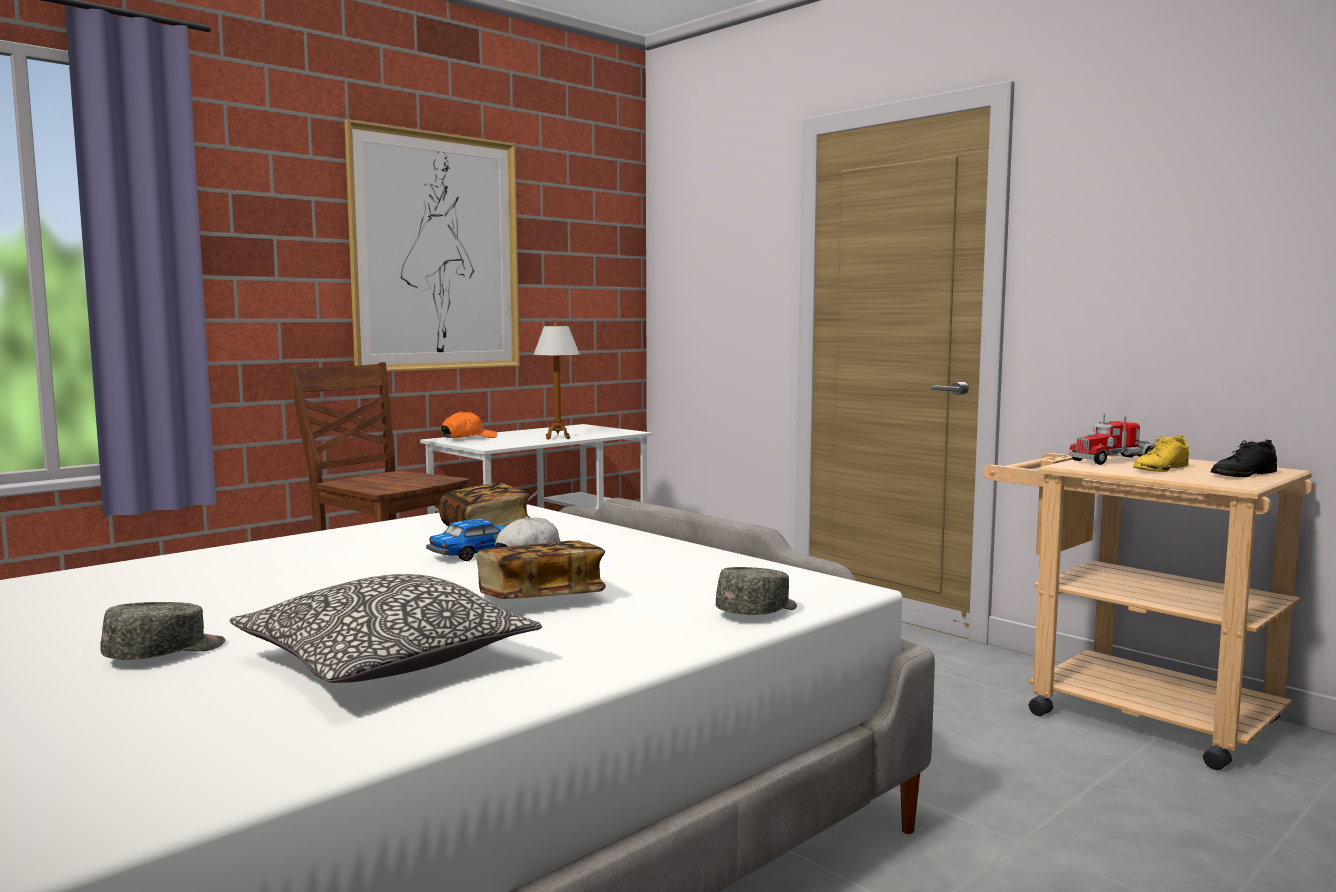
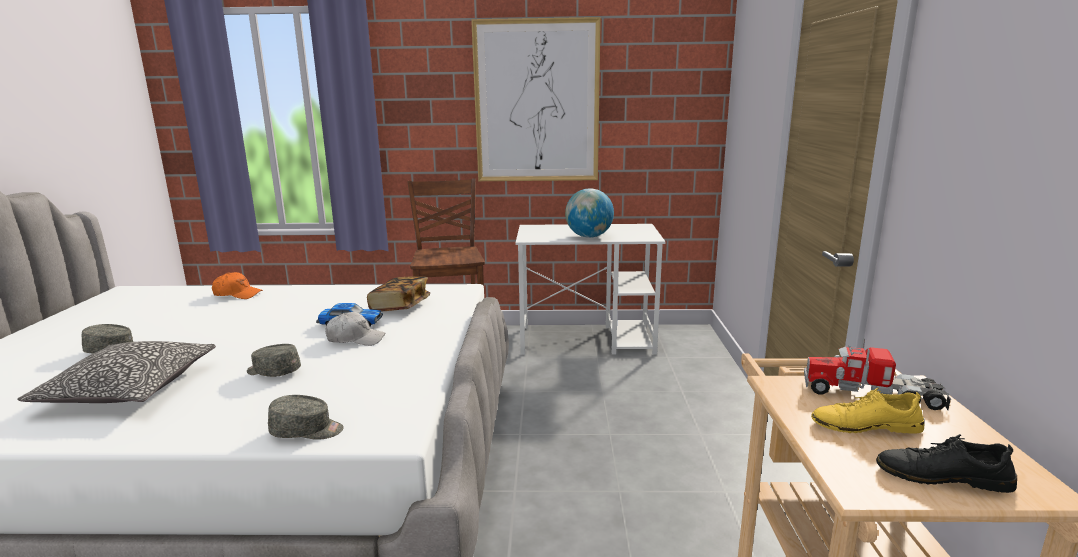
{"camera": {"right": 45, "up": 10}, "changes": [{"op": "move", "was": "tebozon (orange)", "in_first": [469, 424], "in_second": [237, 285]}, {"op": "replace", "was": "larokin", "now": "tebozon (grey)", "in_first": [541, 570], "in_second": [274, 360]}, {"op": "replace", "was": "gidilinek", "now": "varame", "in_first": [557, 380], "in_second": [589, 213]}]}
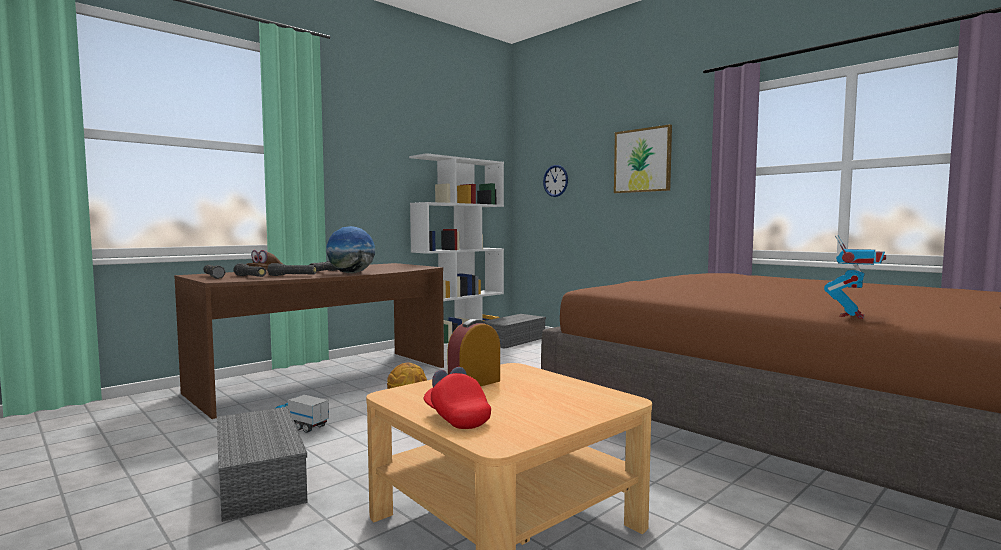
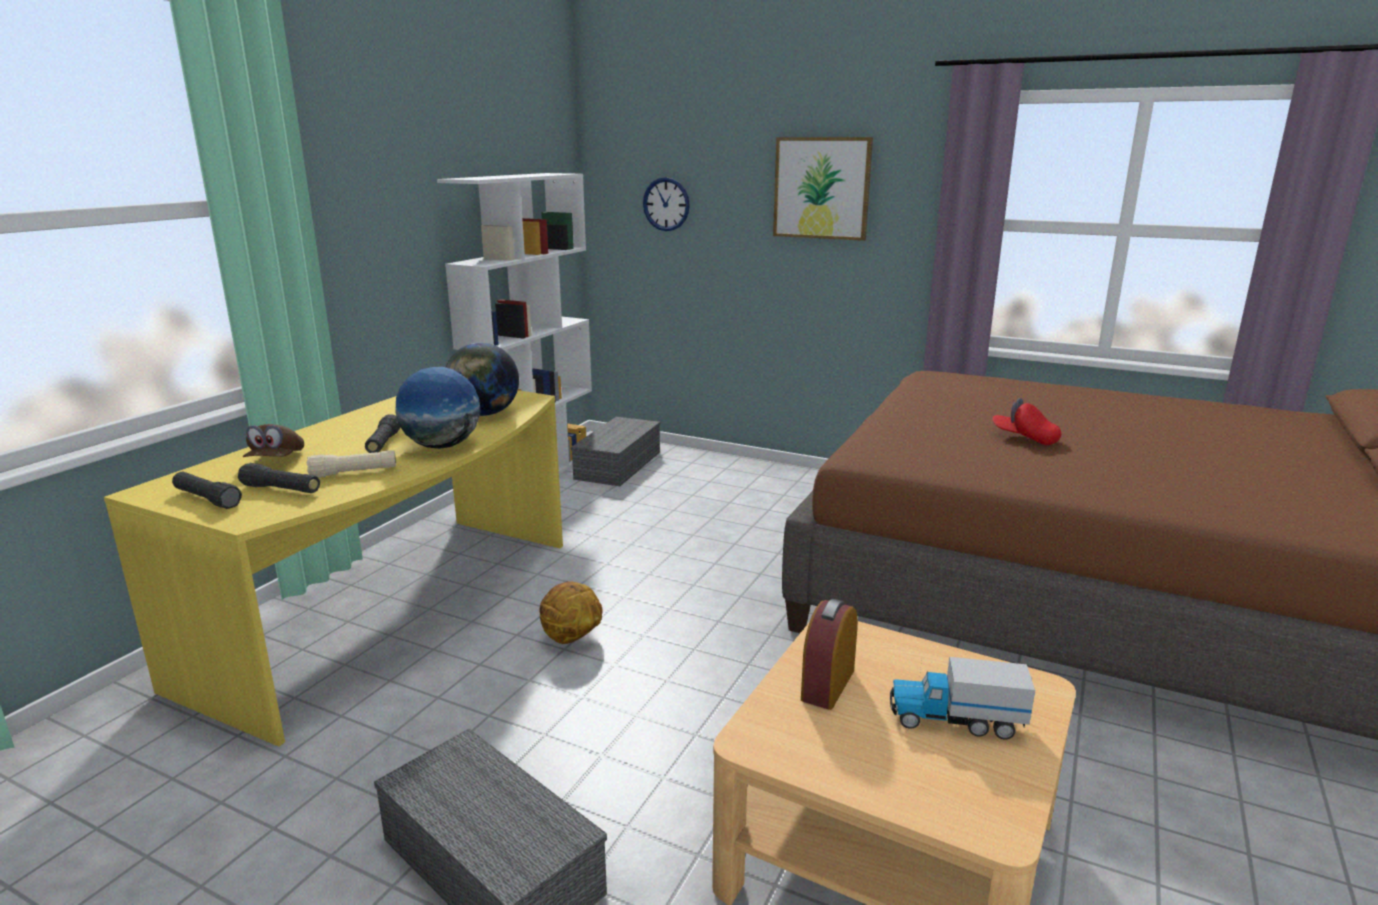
{"camera": {"right": -20, "up": 15}, "changes": [{"op": "recolor", "was": "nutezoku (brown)", "now": "nutezoku (yellow)", "in_first": [309, 341], "in_second": [333, 568]}, {"op": "recolor", "was": "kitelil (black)", "now": "kitelil (beige)", "in_first": [292, 269], "in_second": [351, 464]}, {"op": "insert", "now": "varame", "in_second": [482, 379]}, {"op": "move", "was": "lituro", "in_first": [302, 414], "in_second": [962, 698]}, {"op": "move", "was": "tebozon (red)", "in_first": [457, 398], "in_second": [1026, 421]}, {"op": "delete", "was": "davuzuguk", "in_first": [855, 277]}]}
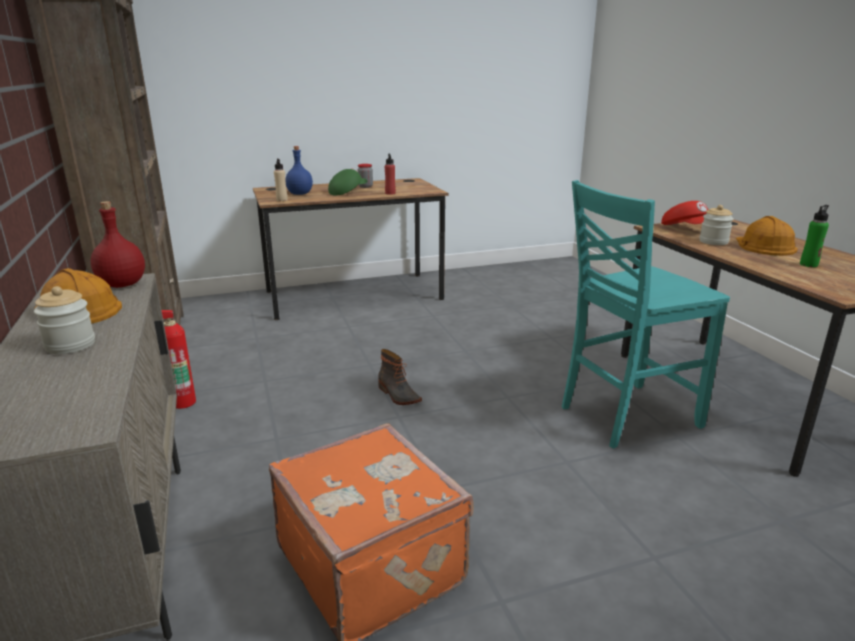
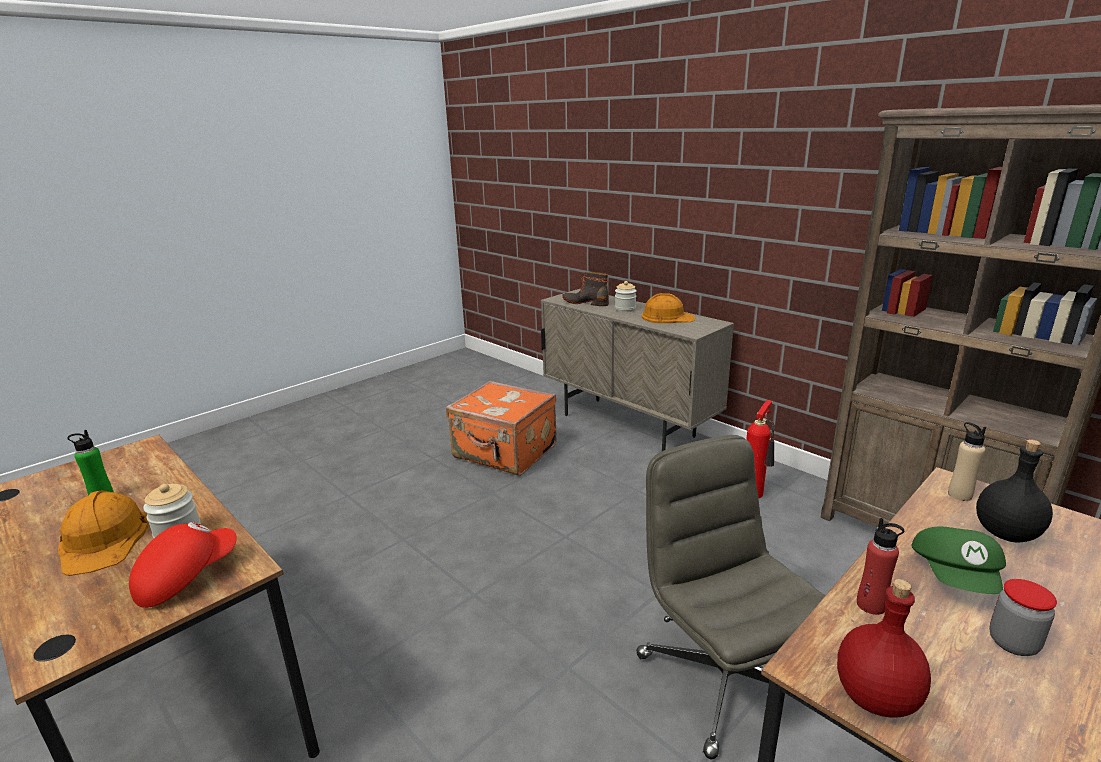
{"camera": {"right": 155, "up": 0}, "changes": [{"op": "rotate", "was": "tebozon (red)", "in_first": [684, 213], "in_second": [183, 565], "clockwise": 90}, {"op": "move", "was": "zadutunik", "in_first": [400, 377], "in_second": [585, 289]}, {"op": "insert", "now": "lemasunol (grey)", "in_second": [730, 597]}, {"op": "move", "was": "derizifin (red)", "in_first": [118, 244], "in_second": [884, 648]}, {"op": "recolor", "was": "derizifin (blue)", "now": "derizifin (black)", "in_first": [299, 170], "in_second": [1014, 490]}, {"op": "delete", "was": "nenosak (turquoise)", "in_first": [646, 314]}]}
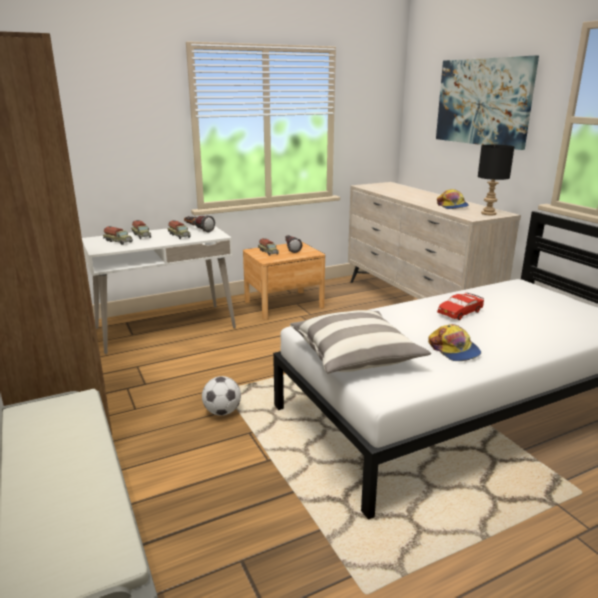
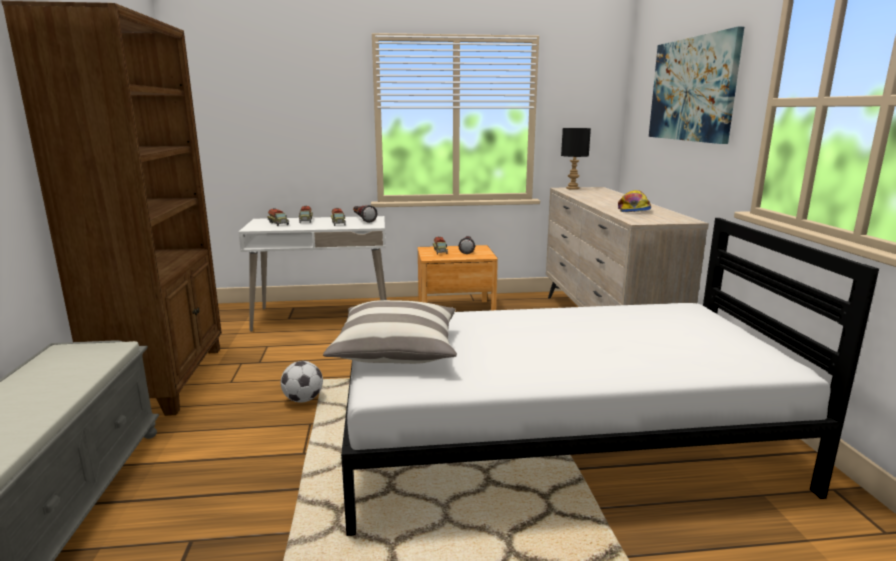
{"camera": {"right": 20, "up": -5}, "changes": [{"op": "move", "was": "gidilinek (black)", "in_first": [496, 179], "in_second": [576, 159]}, {"op": "delete", "was": "tebozon", "in_first": [454, 342]}, {"op": "delete", "was": "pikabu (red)", "in_first": [460, 306]}]}
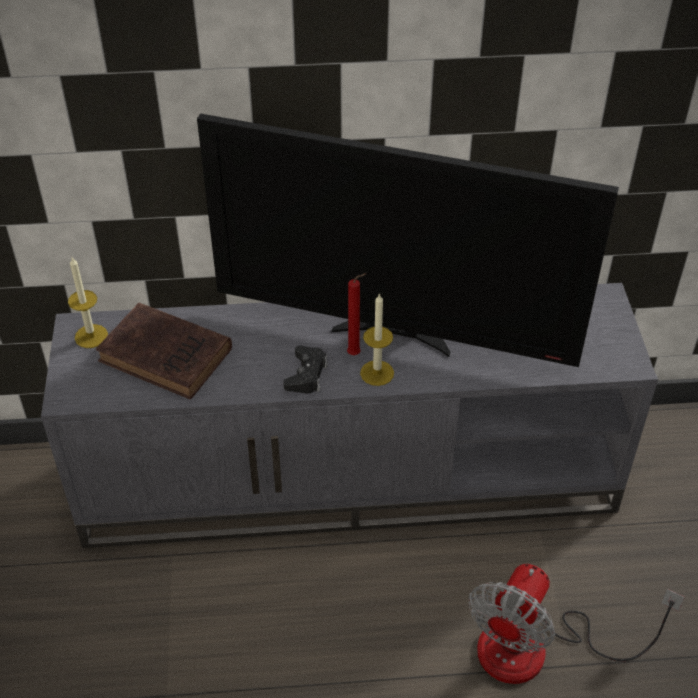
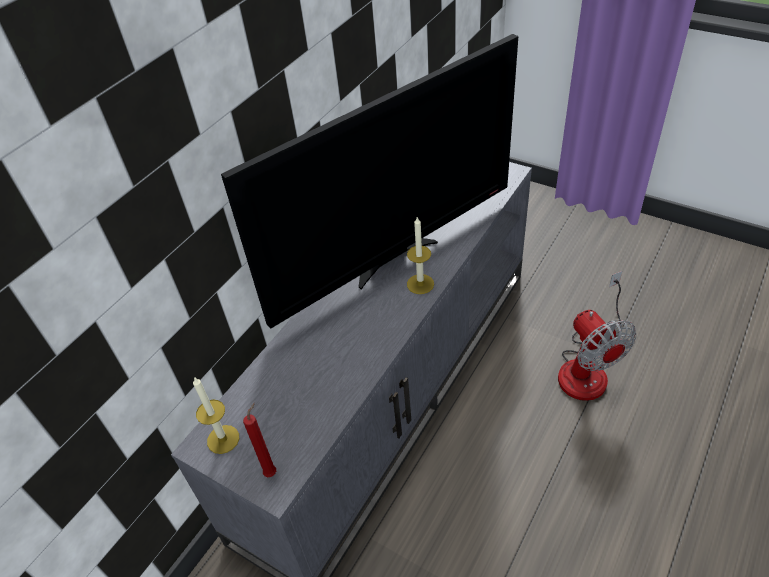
{"camera": {"right": -50, "up": 0}, "changes": [{"op": "move", "was": "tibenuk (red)", "in_first": [356, 314], "in_second": [259, 440]}, {"op": "delete", "was": "larokin (brown)", "in_first": [164, 351]}, {"op": "delete", "was": "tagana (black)", "in_first": [305, 369]}]}
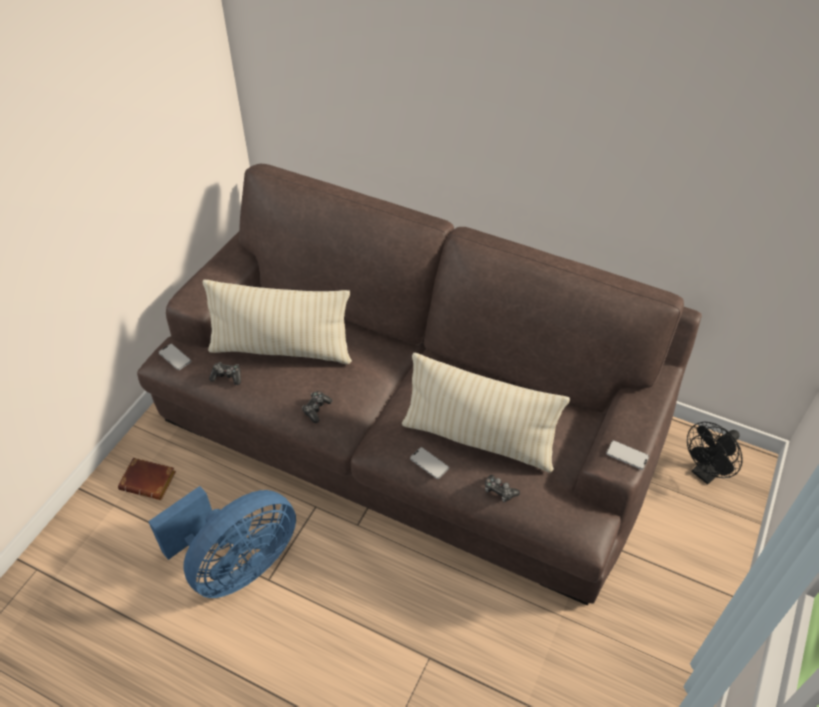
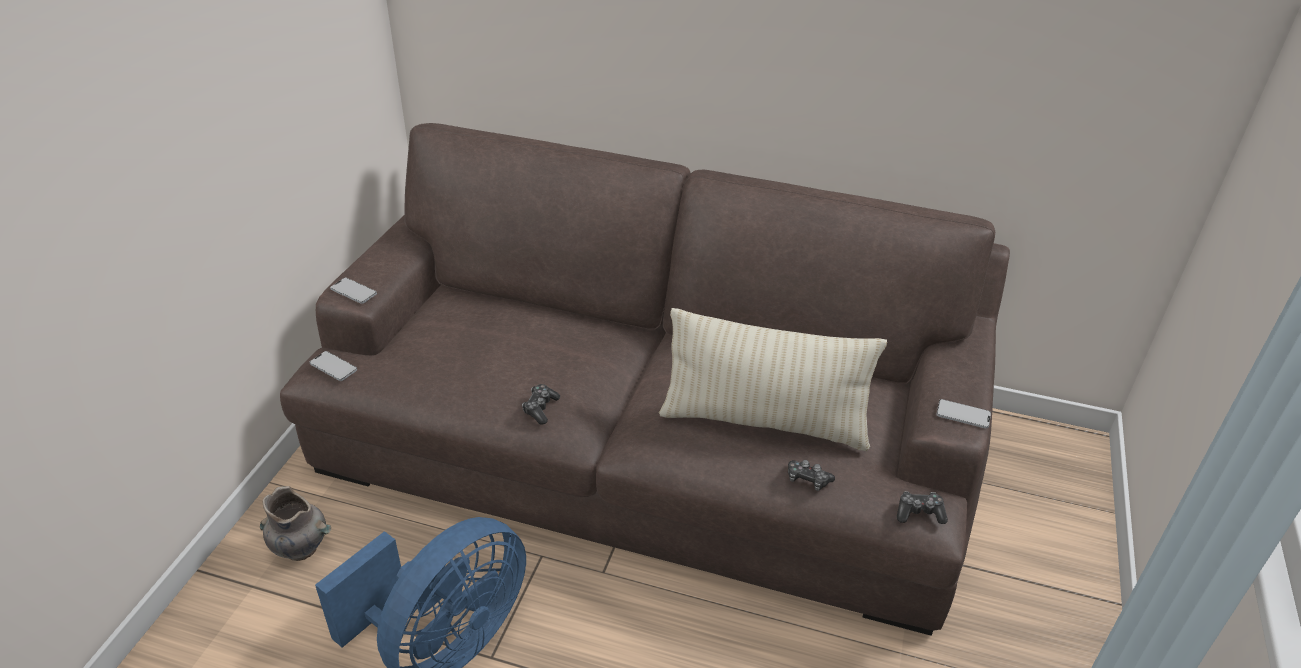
{"camera": {"right": -10, "up": -10}, "changes": [{"op": "replace", "was": "larokin (brown)", "now": "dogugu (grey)", "in_first": [147, 479], "in_second": [295, 523]}, {"op": "move", "was": "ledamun", "in_first": [429, 463], "in_second": [353, 291]}, {"op": "move", "was": "tagana", "in_first": [225, 373], "in_second": [922, 507]}, {"op": "delete", "was": "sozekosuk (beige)", "in_first": [277, 322]}, {"op": "delete", "was": "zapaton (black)", "in_first": [715, 453]}]}
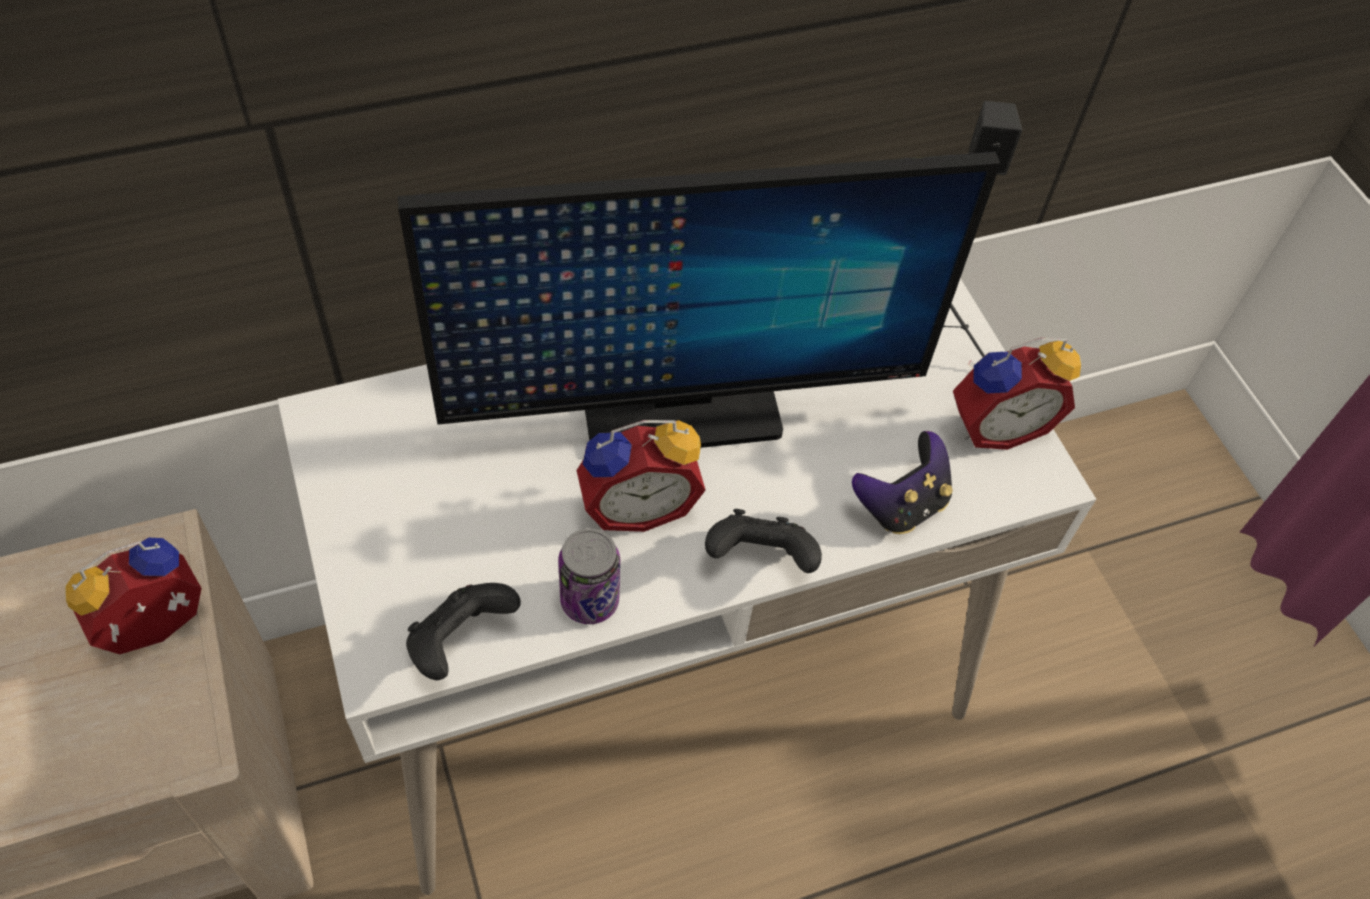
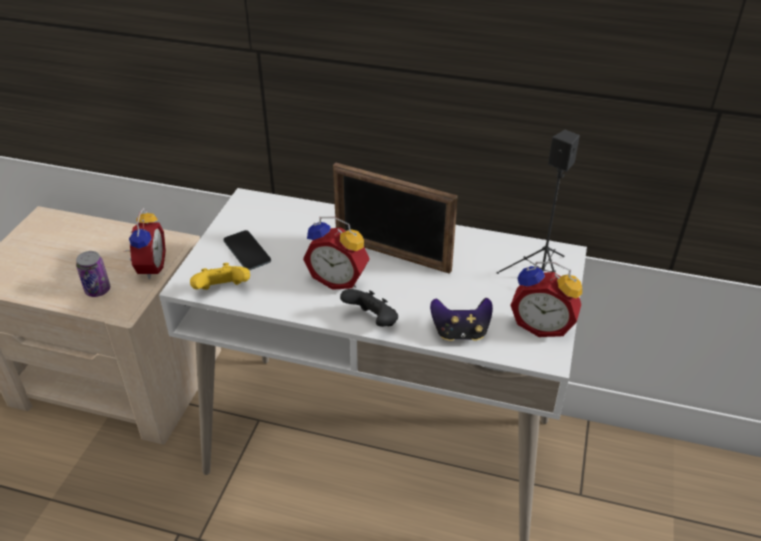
{"camera": {"right": 40, "up": -15}, "changes": [{"op": "move", "was": "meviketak", "in_first": [589, 576], "in_second": [93, 274]}, {"op": "rotate", "was": "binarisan", "in_first": [133, 596], "in_second": [145, 243], "clockwise": 90}, {"op": "recolor", "was": "tagana (black)", "now": "tagana (yellow)", "in_first": [463, 631], "in_second": [220, 276]}, {"op": "insert", "now": "ledamun", "in_second": [247, 250]}, {"op": "replace", "was": "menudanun", "now": "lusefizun", "in_first": [699, 300], "in_second": [395, 218]}]}
